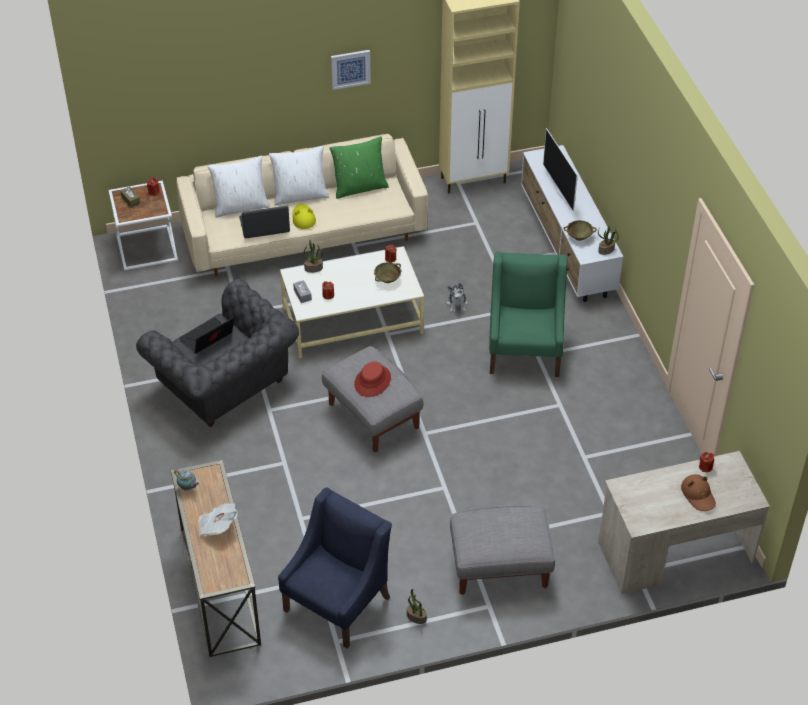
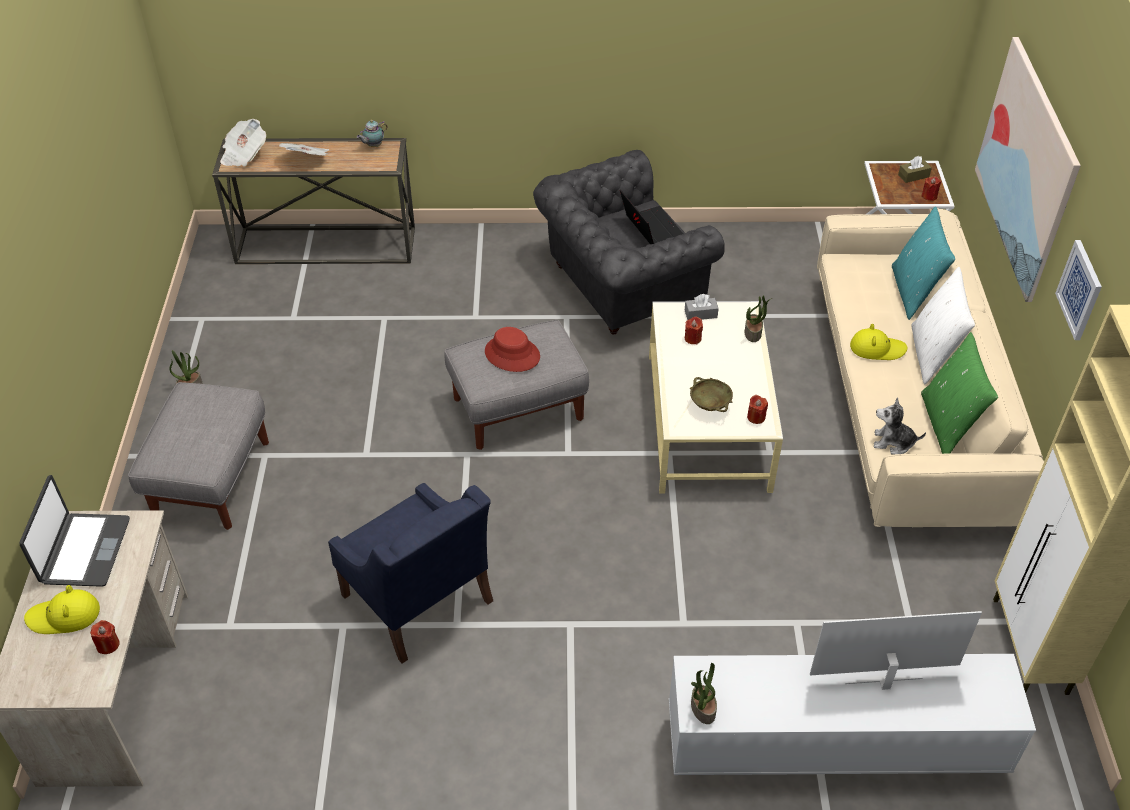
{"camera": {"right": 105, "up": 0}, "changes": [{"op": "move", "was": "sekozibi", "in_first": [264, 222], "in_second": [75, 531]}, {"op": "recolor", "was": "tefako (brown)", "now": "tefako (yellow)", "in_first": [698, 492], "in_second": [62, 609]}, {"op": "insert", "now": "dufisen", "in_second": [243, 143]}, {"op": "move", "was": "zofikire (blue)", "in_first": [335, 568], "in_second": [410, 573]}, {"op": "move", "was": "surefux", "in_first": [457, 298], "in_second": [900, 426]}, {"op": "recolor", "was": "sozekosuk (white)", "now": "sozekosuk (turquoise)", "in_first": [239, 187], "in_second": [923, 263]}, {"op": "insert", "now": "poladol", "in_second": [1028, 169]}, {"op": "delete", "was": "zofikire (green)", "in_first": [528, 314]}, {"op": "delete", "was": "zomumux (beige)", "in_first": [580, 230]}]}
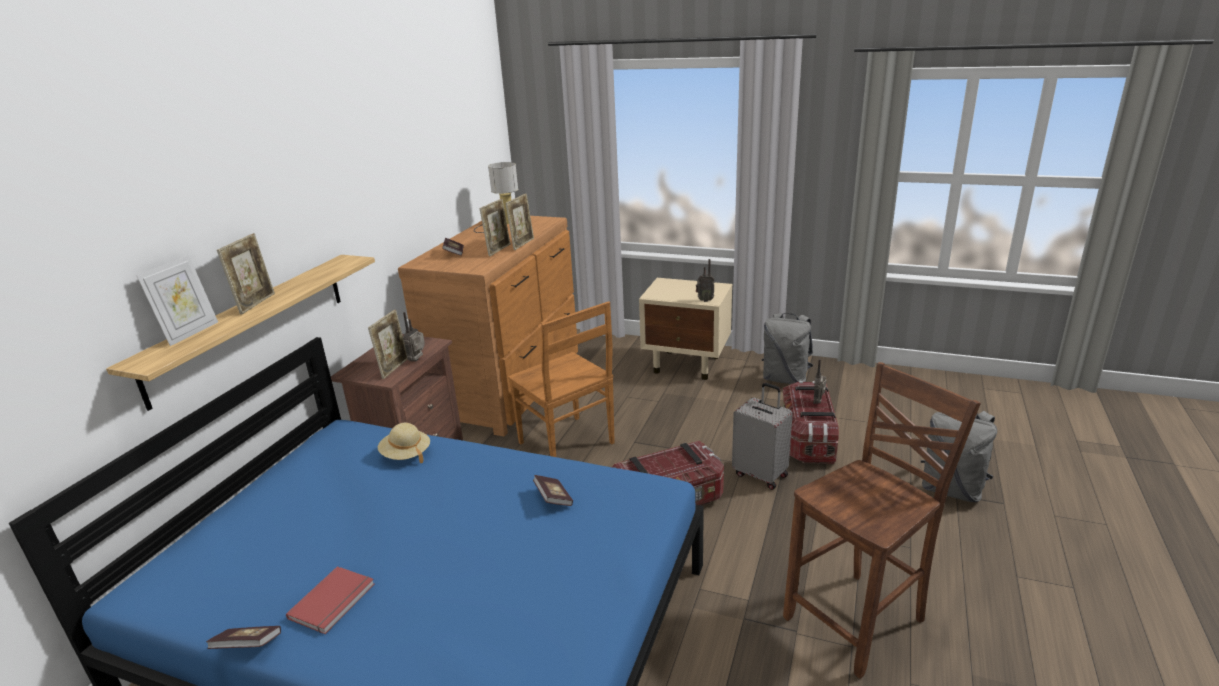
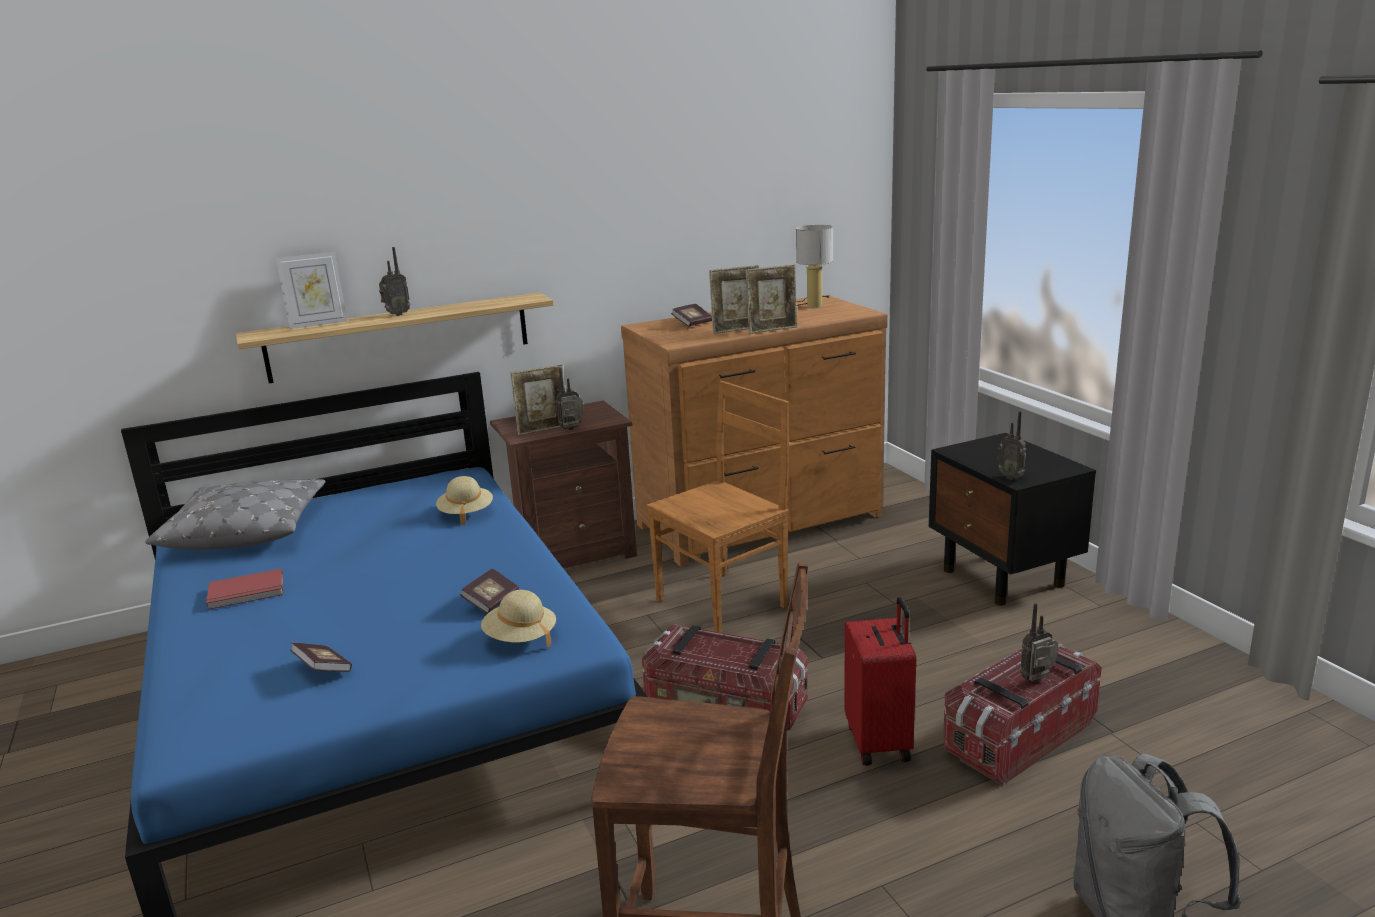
{"camera": {"right": 45, "up": -5}, "changes": [{"op": "insert", "now": "sozekosuk (grey)", "in_second": [235, 514]}, {"op": "move", "was": "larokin", "in_first": [243, 637], "in_second": [321, 657]}, {"op": "replace", "was": "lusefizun", "now": "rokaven", "in_first": [246, 273], "in_second": [394, 281]}, {"op": "insert", "now": "tefako (beige)", "in_second": [518, 618]}, {"op": "rotate", "was": "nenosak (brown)", "in_first": [561, 379], "in_second": [717, 507], "clockwise": -135}, {"op": "recolor", "was": "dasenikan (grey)", "now": "dasenikan (red)", "in_first": [762, 436], "in_second": [880, 681]}, {"op": "recolor", "was": "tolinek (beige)", "now": "tolinek (black)", "in_first": [685, 329], "in_second": [1012, 519]}, {"op": "delete", "was": "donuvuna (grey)", "in_first": [787, 348]}]}
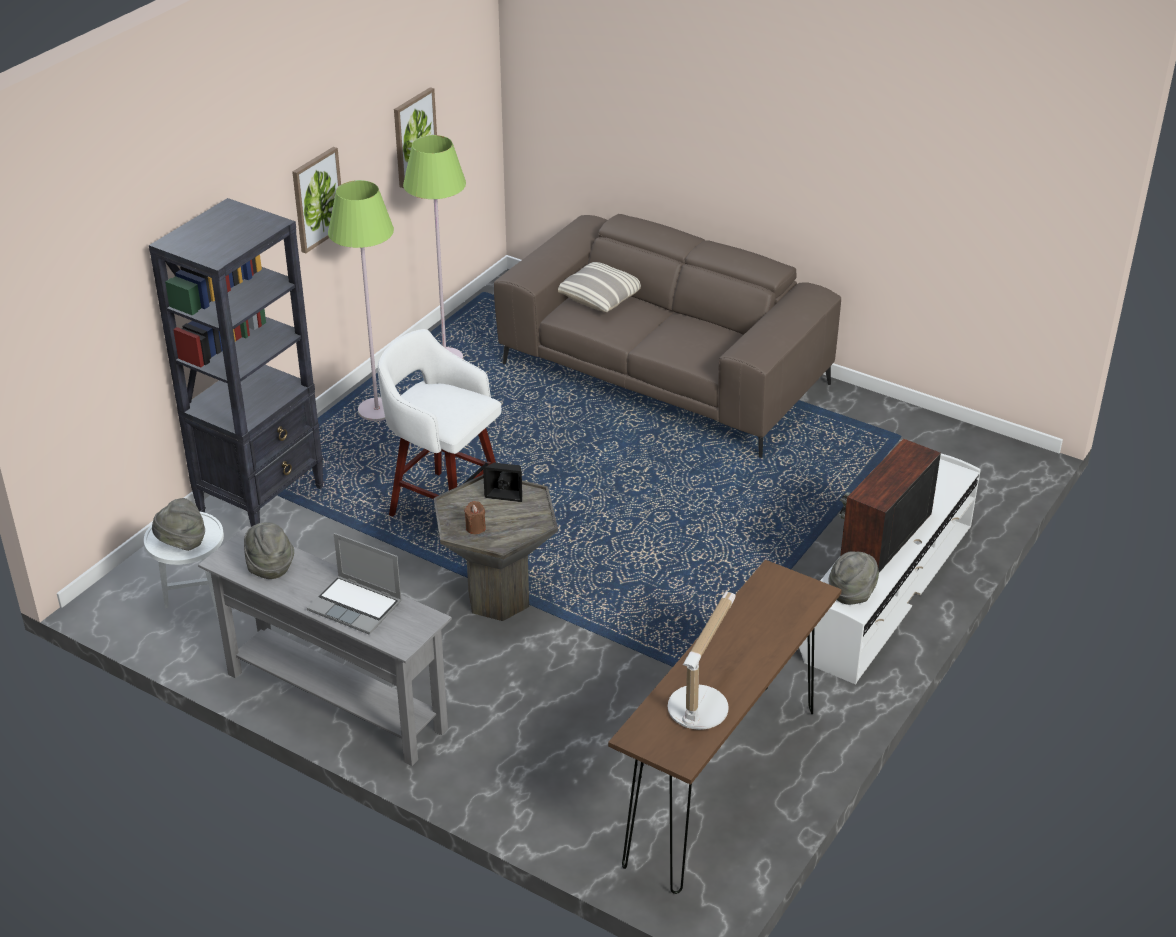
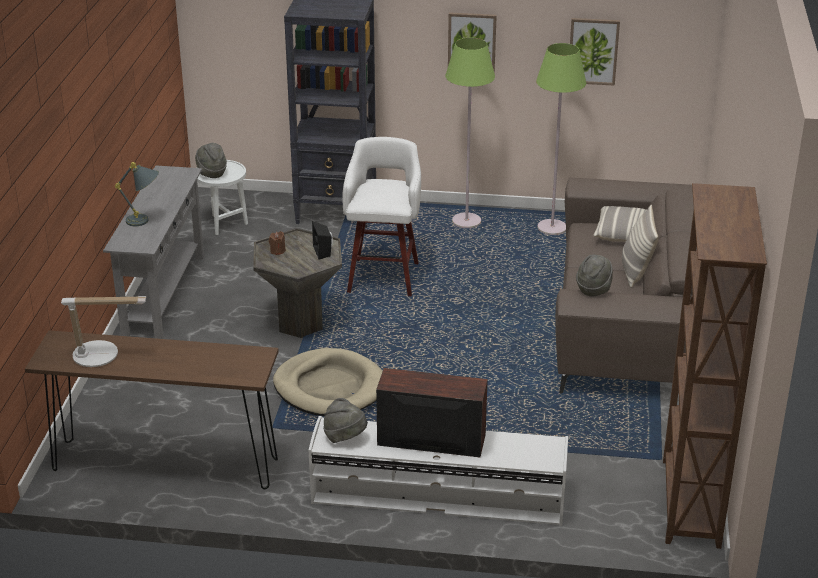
{"camera": {"right": 65, "up": -5}, "changes": [{"op": "replace", "was": "sekozibi", "now": "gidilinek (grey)", "in_first": [354, 584], "in_second": [137, 194]}, {"op": "insert", "now": "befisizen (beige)", "in_second": [328, 382]}, {"op": "move", "was": "tefako (grey)", "in_first": [269, 550], "in_second": [594, 276]}, {"op": "insert", "now": "sozekosuk", "in_second": [640, 246]}, {"op": "insert", "now": "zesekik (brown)", "in_second": [715, 366]}]}
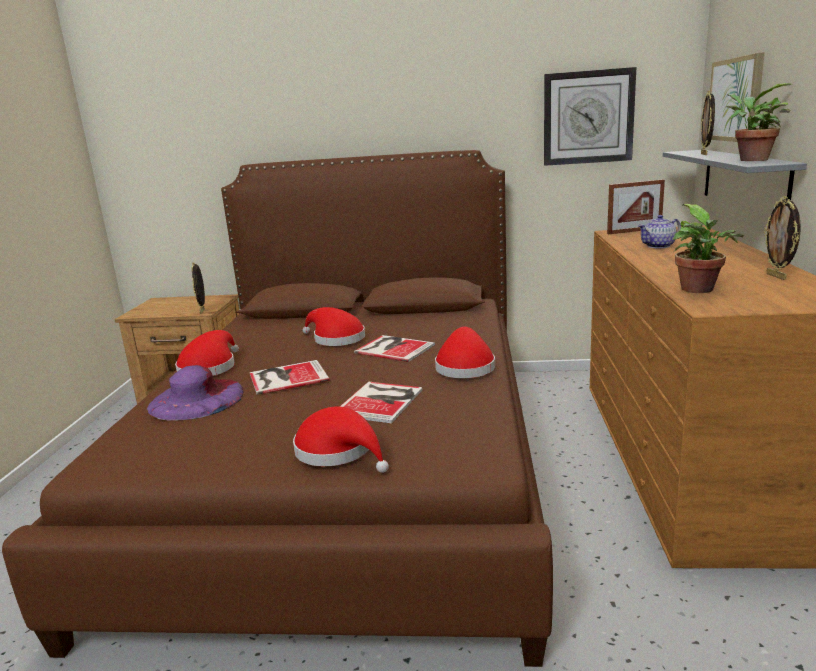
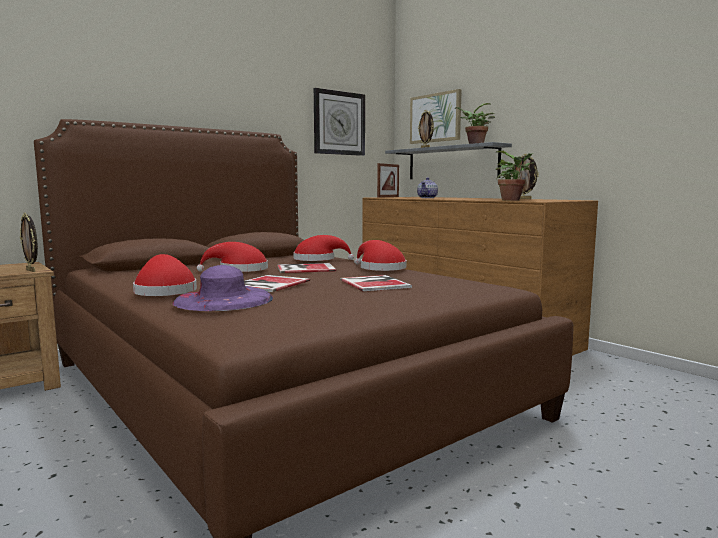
{"camera": {"right": -45, "up": -10}, "changes": [{"op": "move", "was": "tefako (red)", "in_first": [341, 440], "in_second": [323, 248]}]}
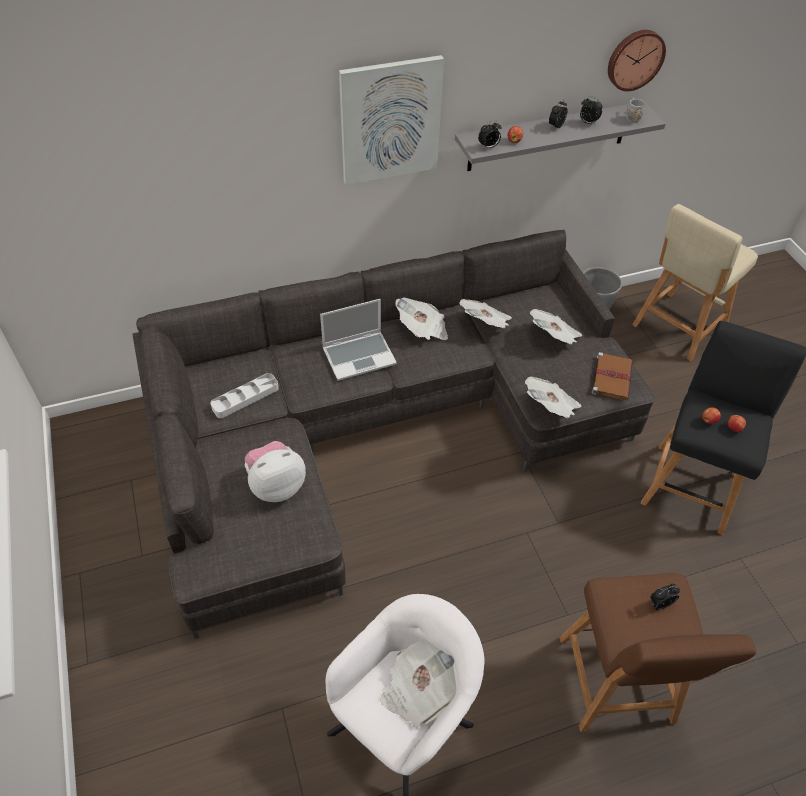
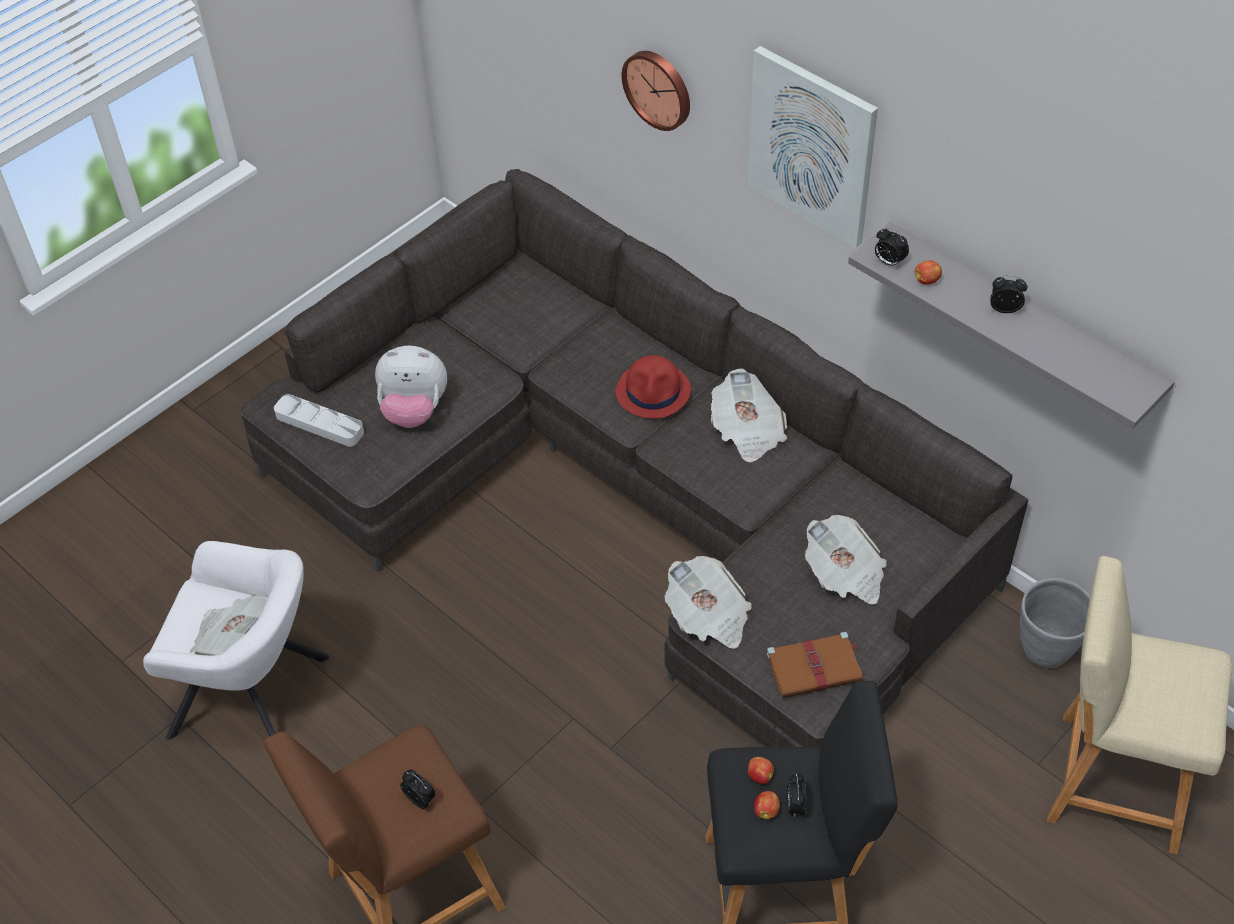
{"camera": {"right": 65, "up": 0}, "changes": [{"op": "move", "was": "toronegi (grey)", "in_first": [244, 395], "in_second": [319, 420]}, {"op": "rotate", "was": "surefux", "in_first": [275, 471], "in_second": [411, 387], "clockwise": 150}, {"op": "replace", "was": "sekozibi", "now": "tefako (red)", "in_first": [358, 340], "in_second": [653, 387]}, {"op": "move", "was": "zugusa", "in_first": [637, 60], "in_second": [655, 91]}, {"op": "move", "was": "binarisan", "in_first": [591, 111], "in_second": [797, 795]}, {"op": "delete", "was": "dufisen", "in_first": [486, 313]}, {"op": "delete", "was": "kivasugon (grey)", "in_first": [635, 110]}]}
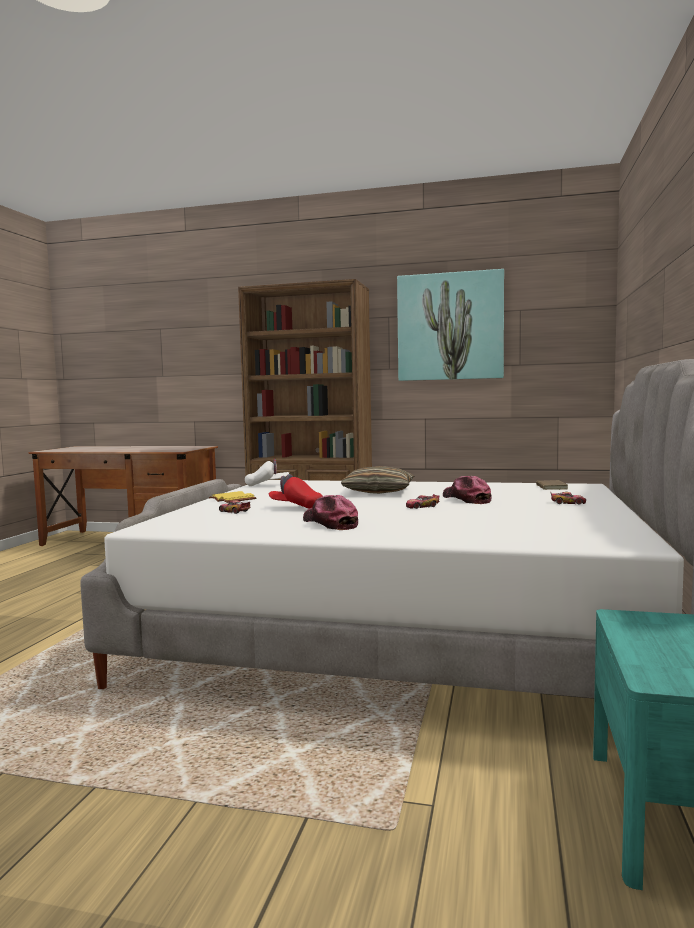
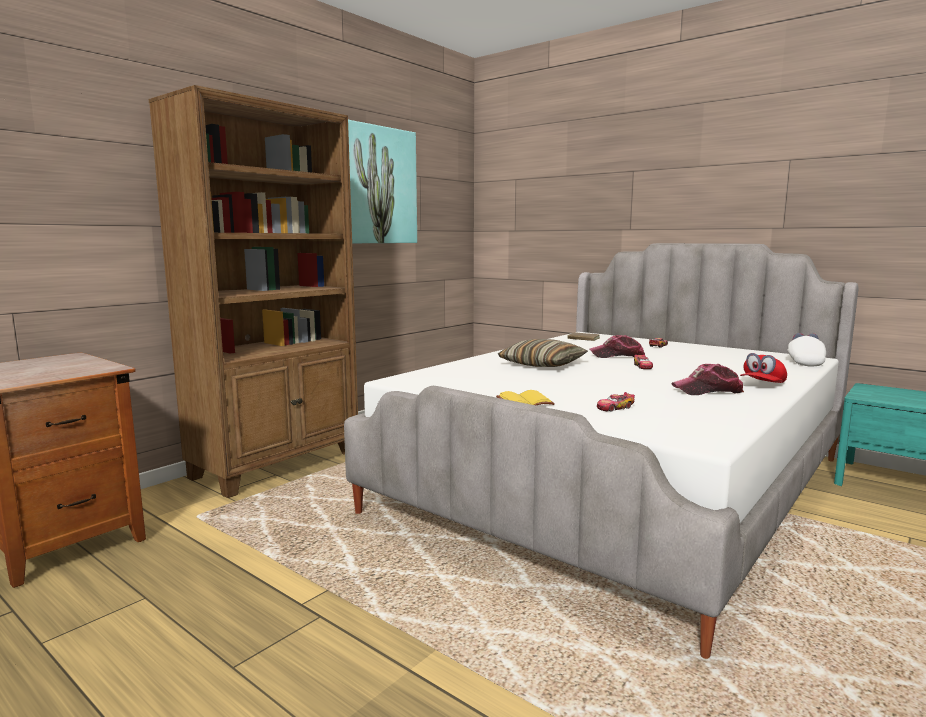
{"camera": {"right": -65, "up": 5}, "changes": [{"op": "move", "was": "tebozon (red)", "in_first": [295, 491], "in_second": [763, 368]}, {"op": "move", "was": "tebozon (white)", "in_first": [267, 472], "in_second": [807, 350]}]}
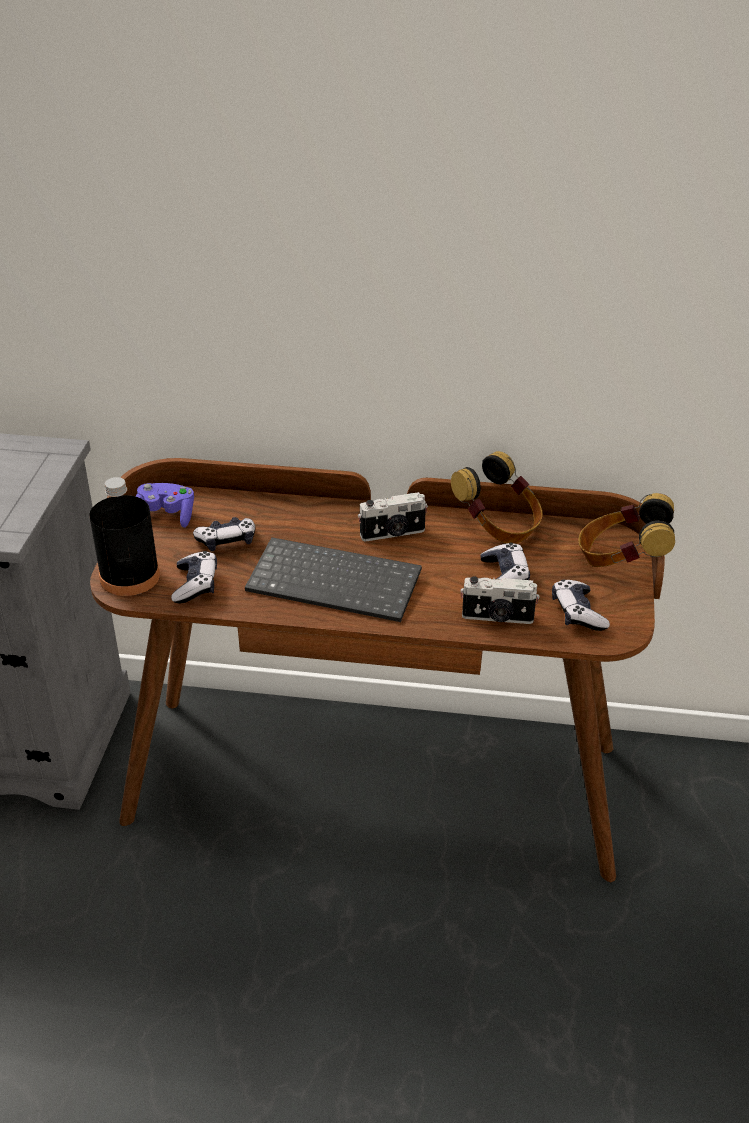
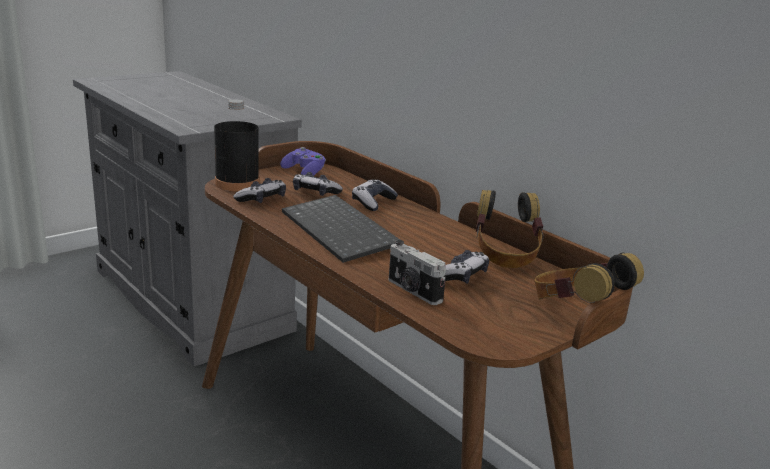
{"camera": {"right": 40, "up": -15}, "changes": [{"op": "move", "was": "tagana", "in_first": [581, 605], "in_second": [375, 195]}, {"op": "delete", "was": "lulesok", "in_first": [393, 516]}]}
